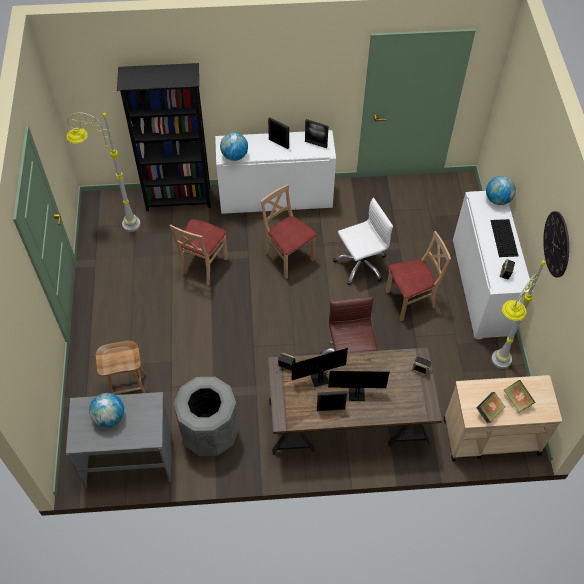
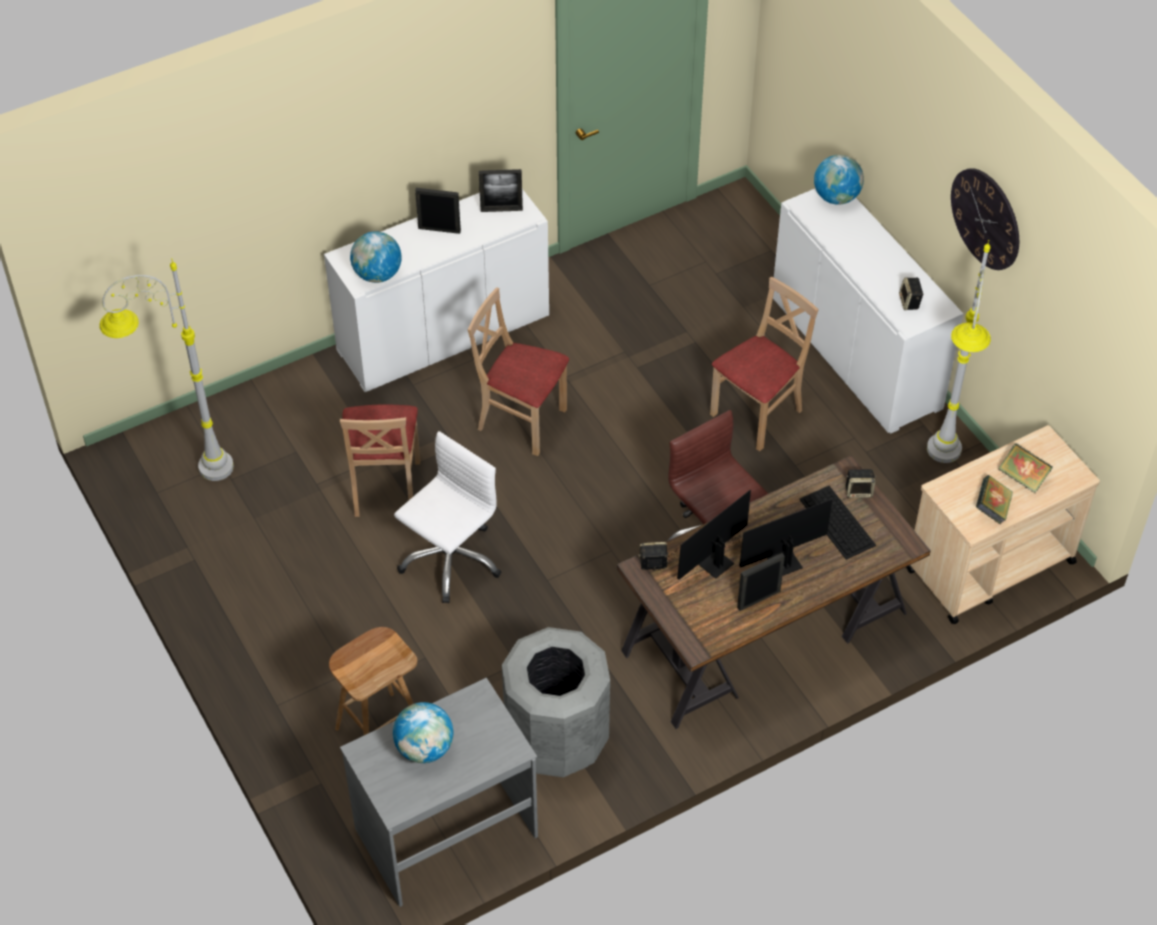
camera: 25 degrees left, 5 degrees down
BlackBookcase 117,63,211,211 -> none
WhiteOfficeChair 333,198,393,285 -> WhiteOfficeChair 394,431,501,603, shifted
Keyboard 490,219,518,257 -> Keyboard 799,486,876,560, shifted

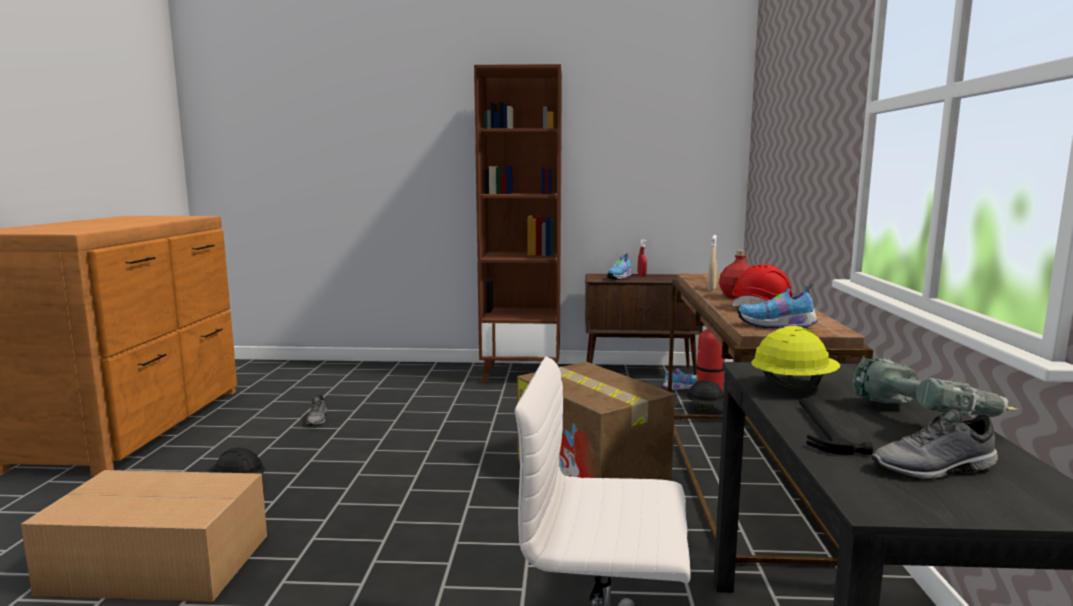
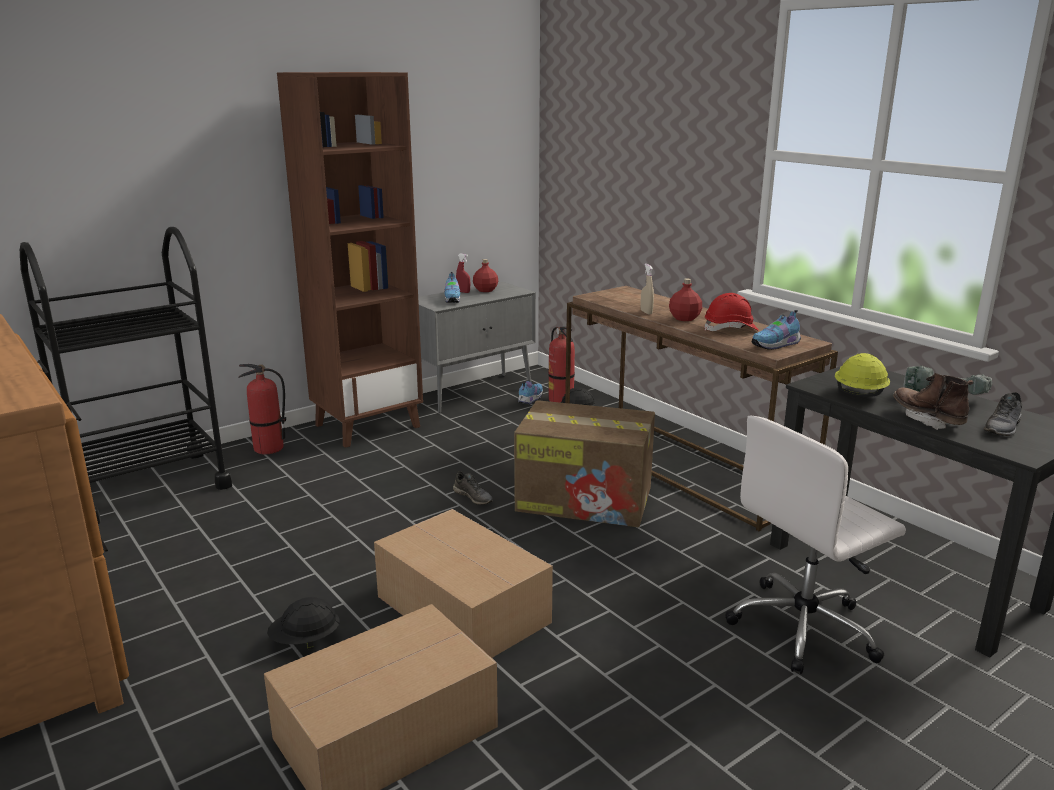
camera: 40 degrees left, 10 degrees up
none -> BlackCart 20,227,232,524
none -> FireExtinguisher 238,364,286,454
none -> CardboardBox 374,509,553,658
none -> RedBottle 473,259,498,292
GreyShoe 306,395,327,425 -> GreyShoe 453,471,493,505, shifted
Hammer 799,398,873,455 -> BrownBoot 893,373,973,430
BrownCabinet 585,274,703,375 -> GreyCabinet 418,282,536,413

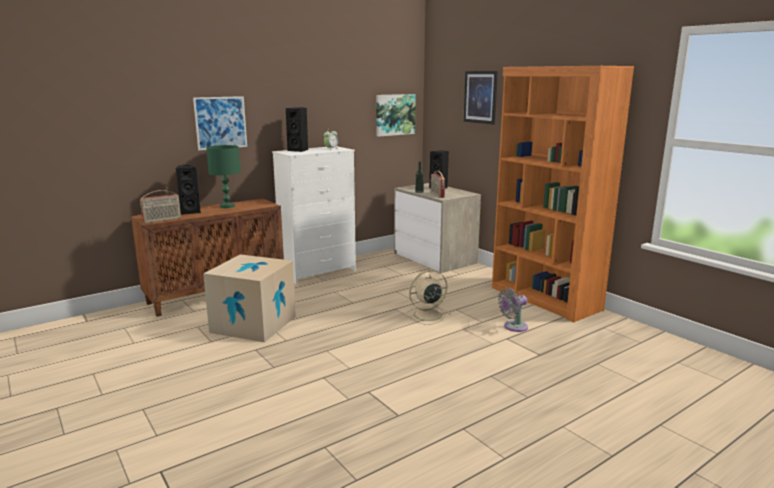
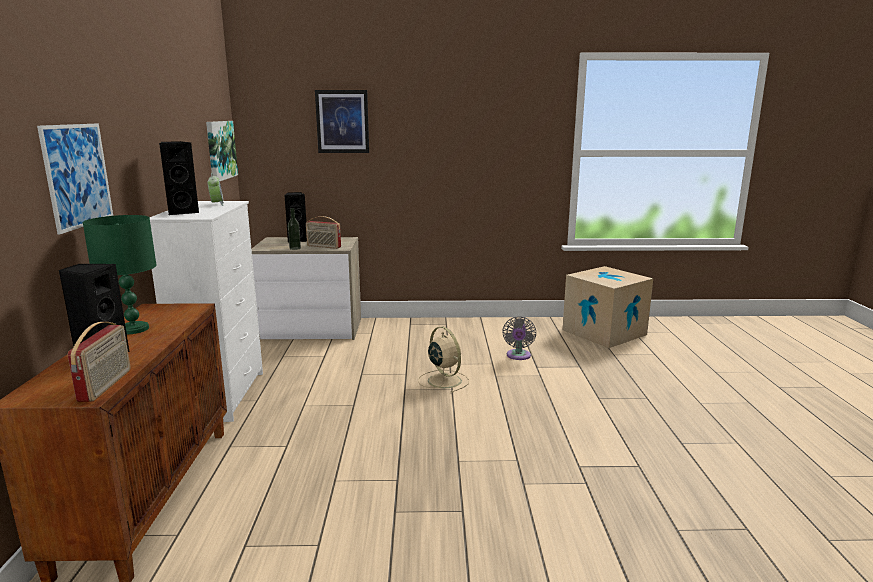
camera: 55 degrees left, 0 degrees up
OrangeBookcase 492,66,634,322 -> none
CardboardBox 203,254,296,342 -> CardboardBox 563,266,653,348, shifted
BeigeFan 407,270,451,325 -> BeigeFan 418,326,469,393, 135 degrees clockwise

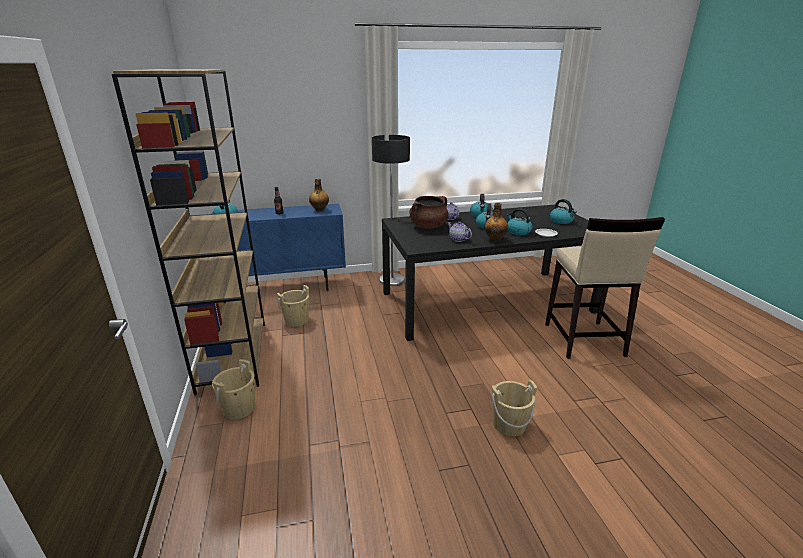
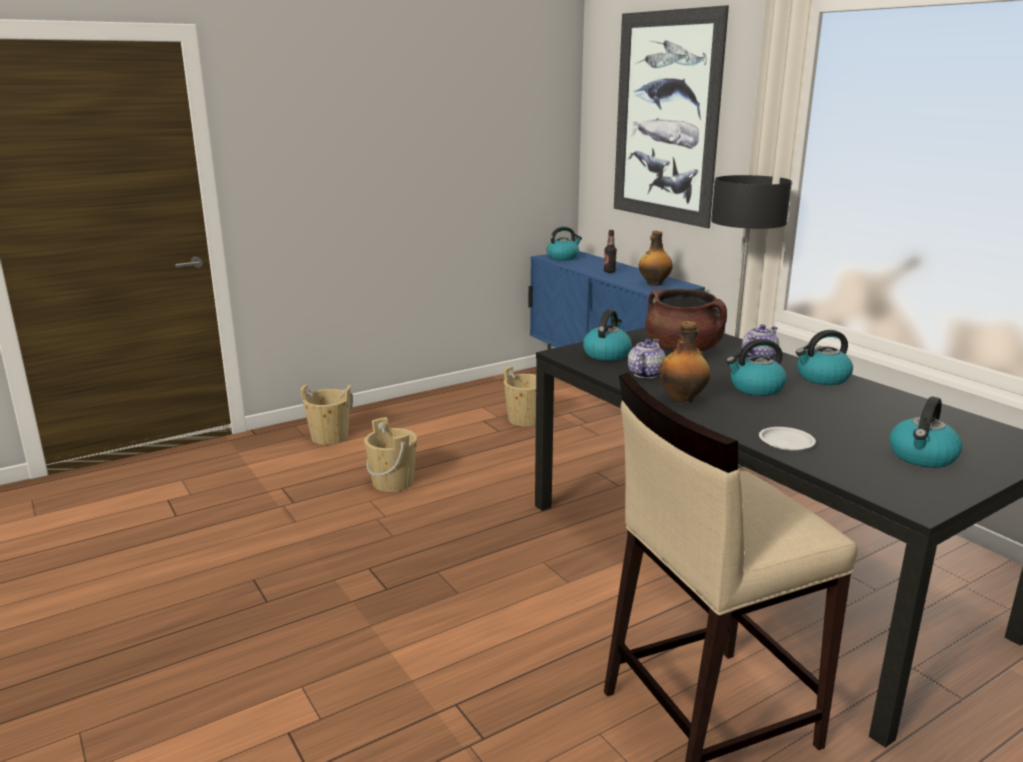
camera: 70 degrees right, 5 degrees down
BrownBookcase 112,69,265,395 -> none
none -> Picture 614,5,729,228
BeigeBucket 492,380,537,436 -> BeigeBucket 364,417,417,492, shifted
Kettle 506,209,532,235 -> Kettle 583,309,632,361, shifted

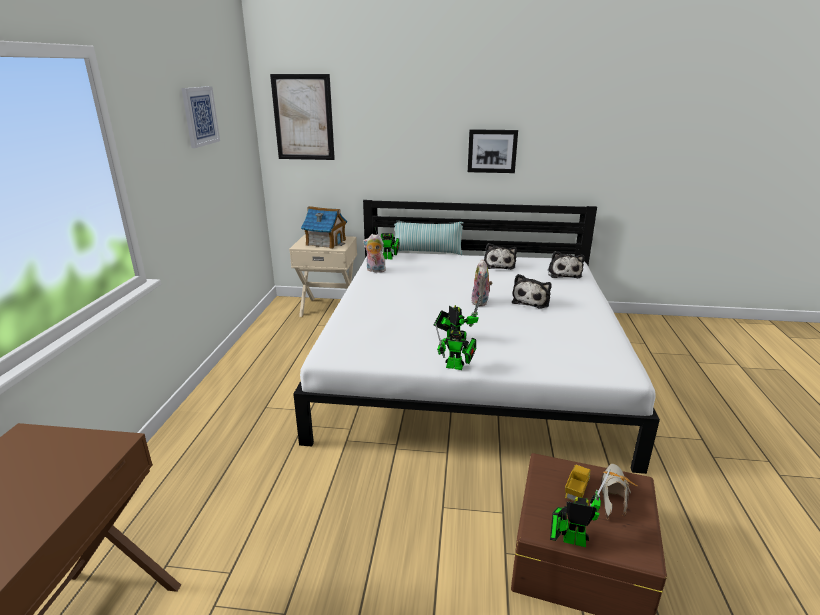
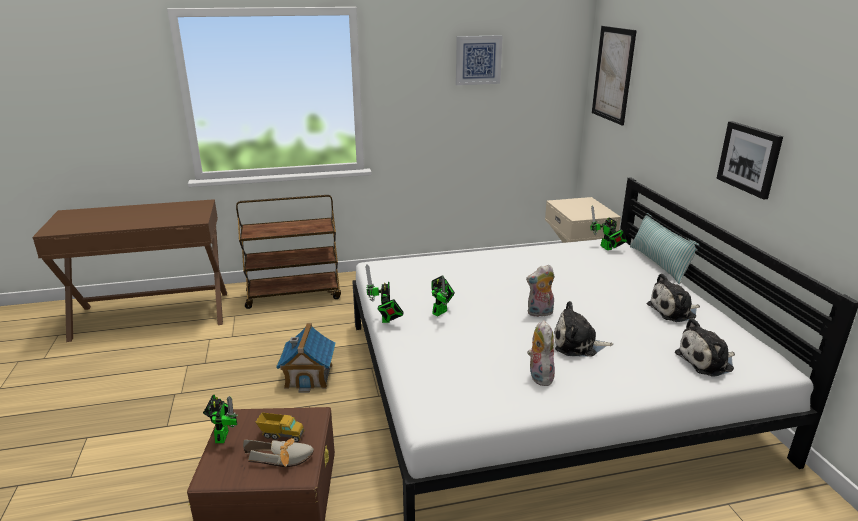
camera: 70 degrees right, 0 degrees up
none -> BrownCart 236,195,341,309
ToyHouse 301,206,347,249 -> ToyHouse 276,323,335,392, shifted
PlushToy 363,234,388,273 -> PlushToy 527,320,555,386, shifted

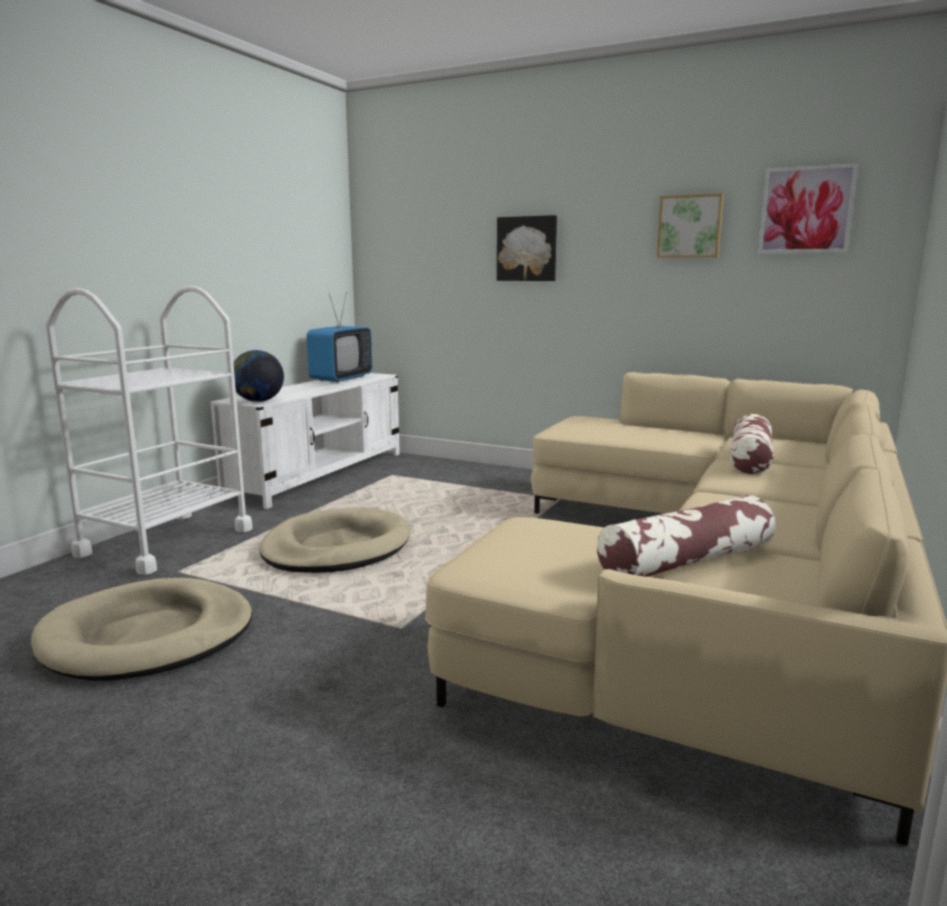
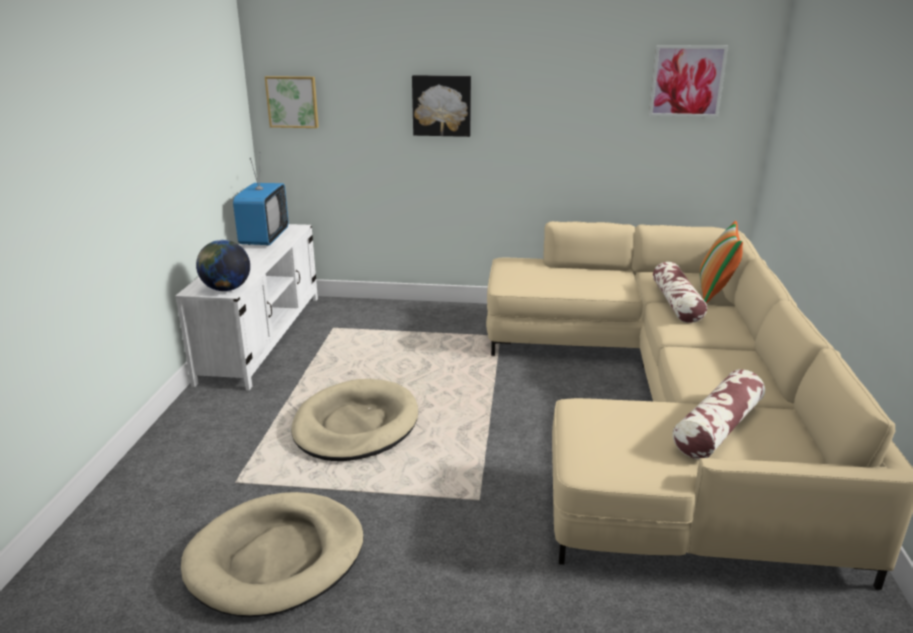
camera: 20 degrees left, 10 degrees up
WhiteCart 46,286,253,575 -> none
none -> Pillow 700,221,743,303
Picture 657,193,723,258 -> Picture 265,76,319,128, shifted

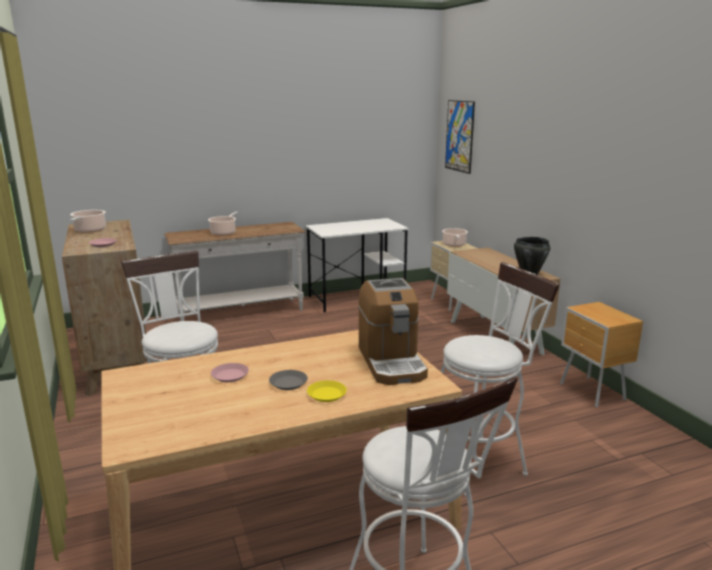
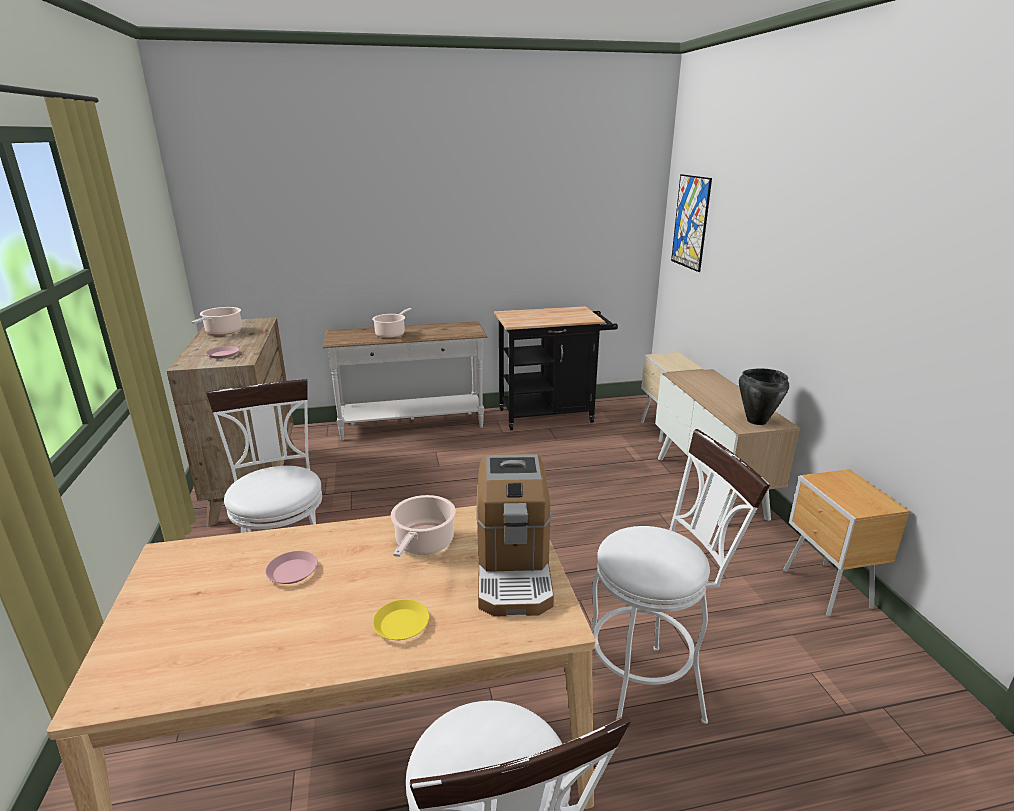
camera: 10 degrees right, 5 degrees up
GreyPlate 269,370,308,390 -> none
CookingPot 442,228,468,247 -> CookingPot 391,495,456,557, shifted
WhiteDesk 305,218,409,312 -> BlackCart 494,306,618,430

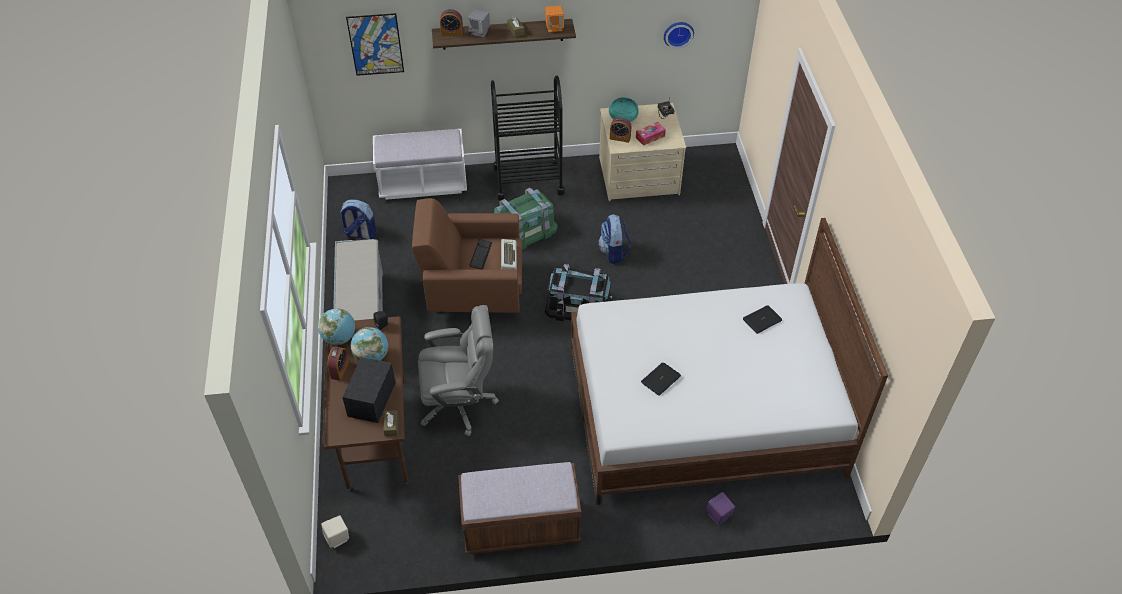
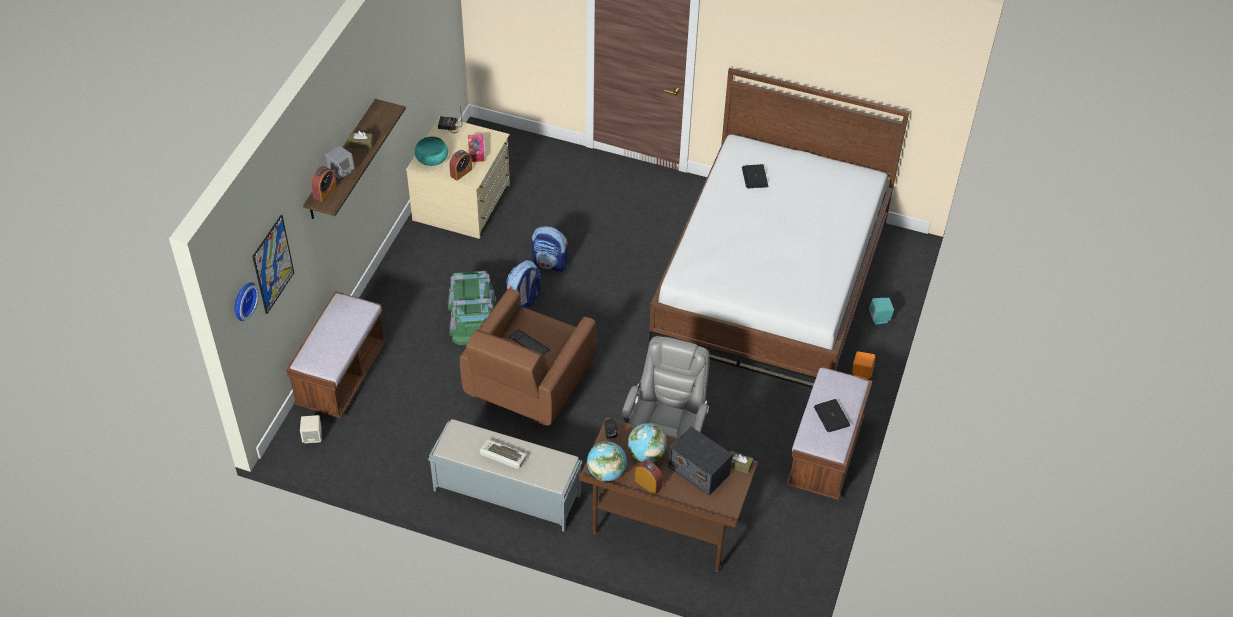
camera: 65 degrees left, 0 degrees up
BlackCart 491,76,565,200 -> none
BlackStorageBox 545,264,612,321 -> none
BeigeSpeaker 321,515,349,548 -> BeigeSpeaker 300,415,322,443, shifted
Backpack 340,199,377,240 -> Backpack 506,260,541,309, shifted
Keyboard 501,239,517,270 -> Keyboard 480,439,527,469, shifted
OrangeSpeaker 545,6,564,32 -> OrangeSpeaker 852,351,875,379, shifted
Laptop 641,363,681,396 -> Laptop 814,399,850,432, shifted
WallClock 664,22,694,49 -> WallClock 235,282,259,321, shifted
WhiteBench 373,129,467,200 -> BrownBench 286,291,387,418
PurpleSpeaker 706,492,735,524 -> TurquoiseSpeaker 869,298,894,325

